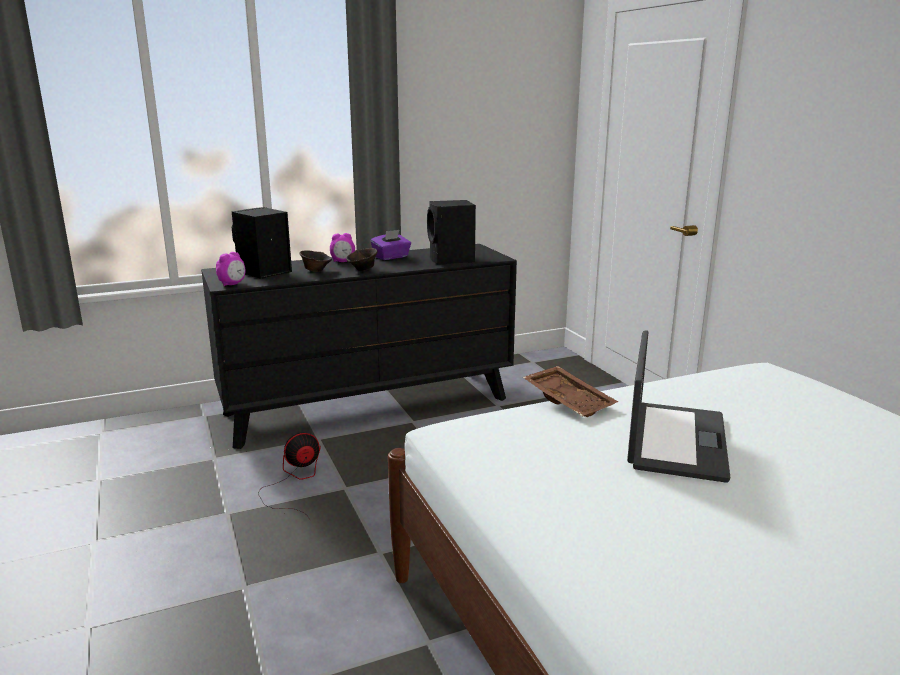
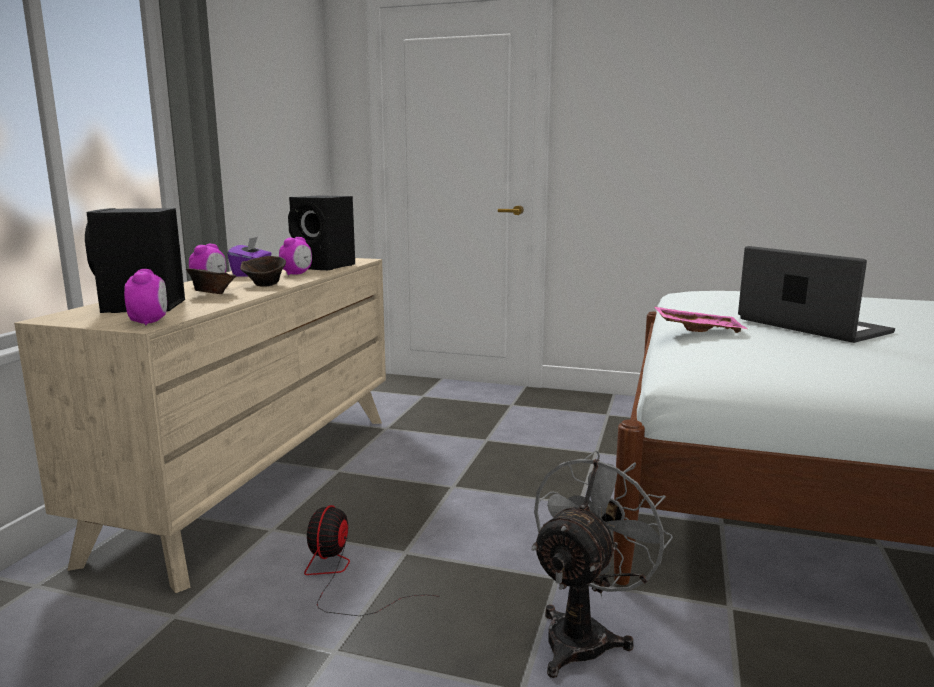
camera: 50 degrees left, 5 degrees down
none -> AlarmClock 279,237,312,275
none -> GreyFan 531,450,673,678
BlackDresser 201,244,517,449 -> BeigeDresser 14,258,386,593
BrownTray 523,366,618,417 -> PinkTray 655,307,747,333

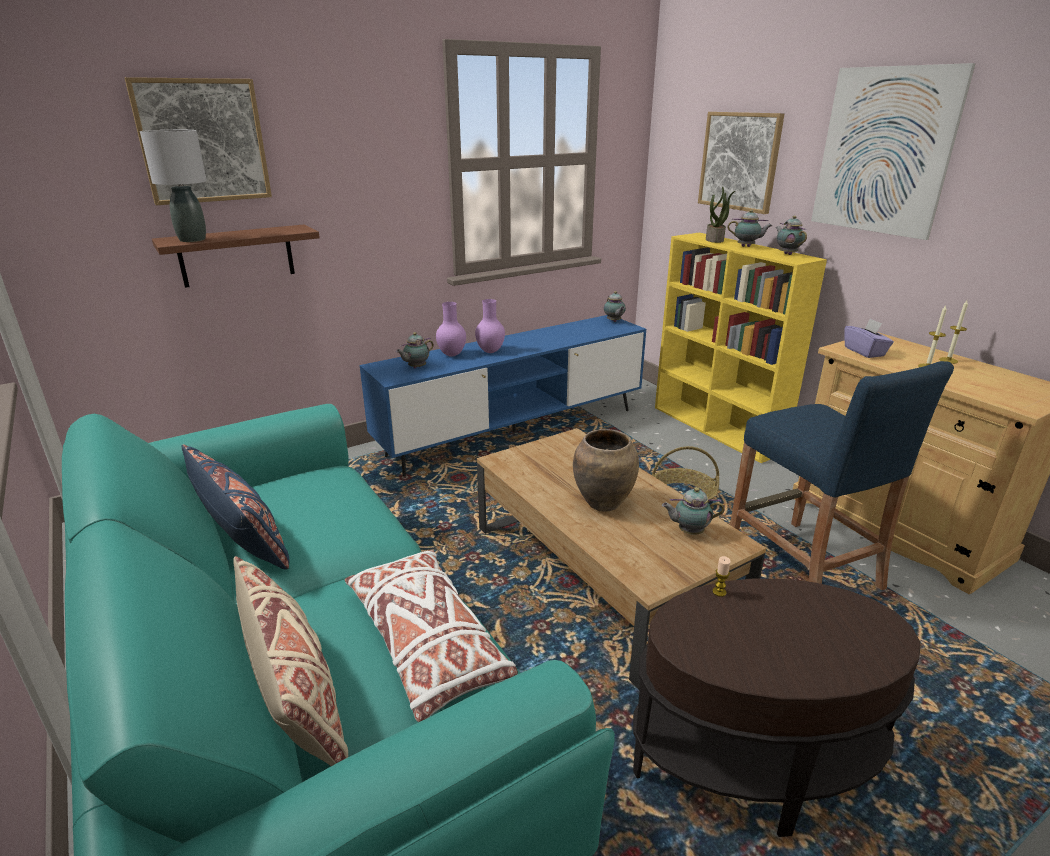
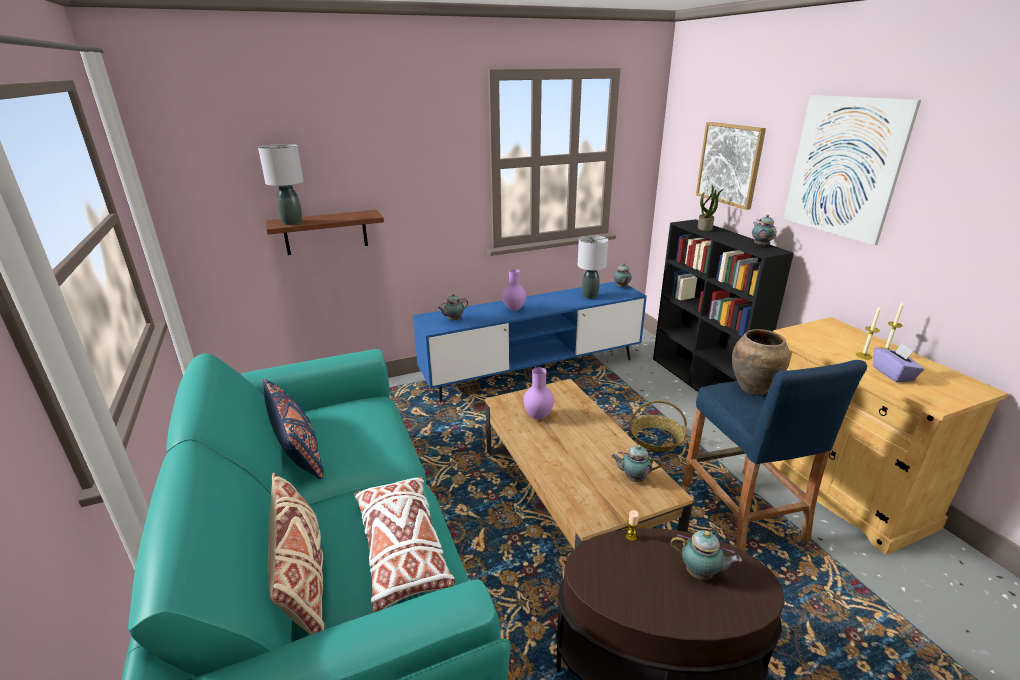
camera: 10 degrees right, 0 degrees up
Picture 125,77,272,205 -> none
none -> GreyTableLamp 578,235,608,299
PurpleVase 436,302,466,357 -> PurpleVase 524,367,554,419, shifted
BrownVase 573,429,639,512 -> BrownVase 732,329,790,395, shifted
Teapot 728,210,772,247 -> Teapot 670,530,742,580, shifted
PurpleTissueBox 844,318,894,358 -> PurpleTissueBox 873,343,924,382, shifted
YellowBookcase 655,233,827,463 -> BlackBookcase 653,219,794,392

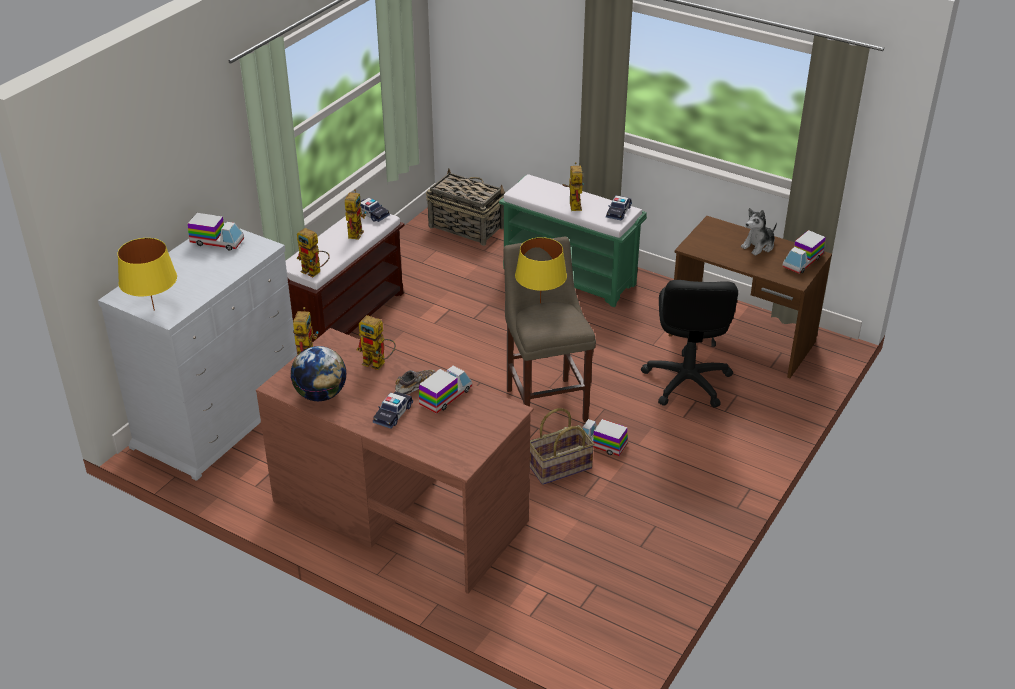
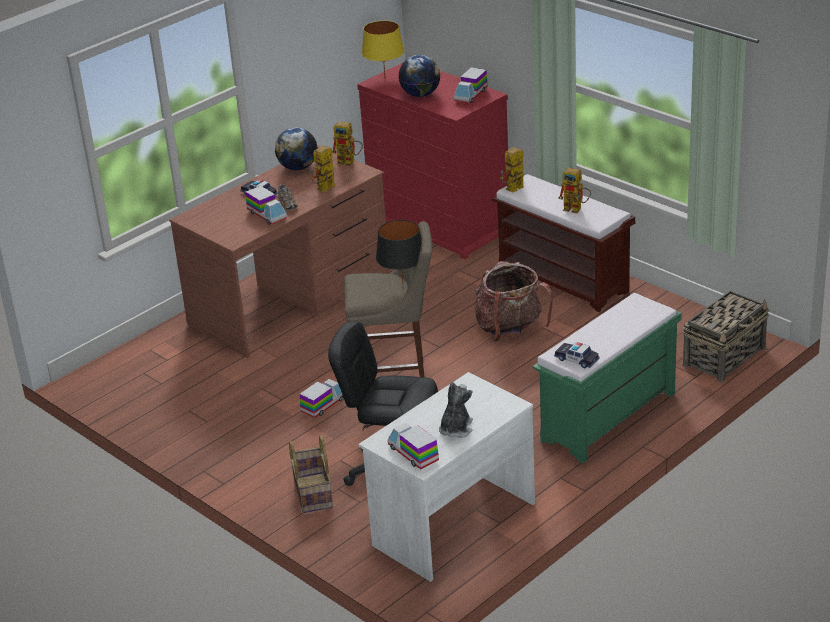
camera: 105 degrees right, 5 degrees down
ToyCar 360,198,390,222 -> none
ToyRobot 562,162,584,211 -> none
none -> Globe 398,55,440,97
none -> Backpack 475,261,553,341
Basket 530,408,594,485 -> Basket 289,435,333,513, shifted
WhiteDresser 98,223,297,481 -> RedDresser 357,63,508,259
YellowTableLamp 515,237,567,304 -> BlackTableLamp 376,220,422,285
BrownDesk 669,216,832,378 -> WhiteDesk 359,372,535,582
PlushToy 741,208,777,256 -> PlushToy 439,382,473,438, 45 degrees clockwise

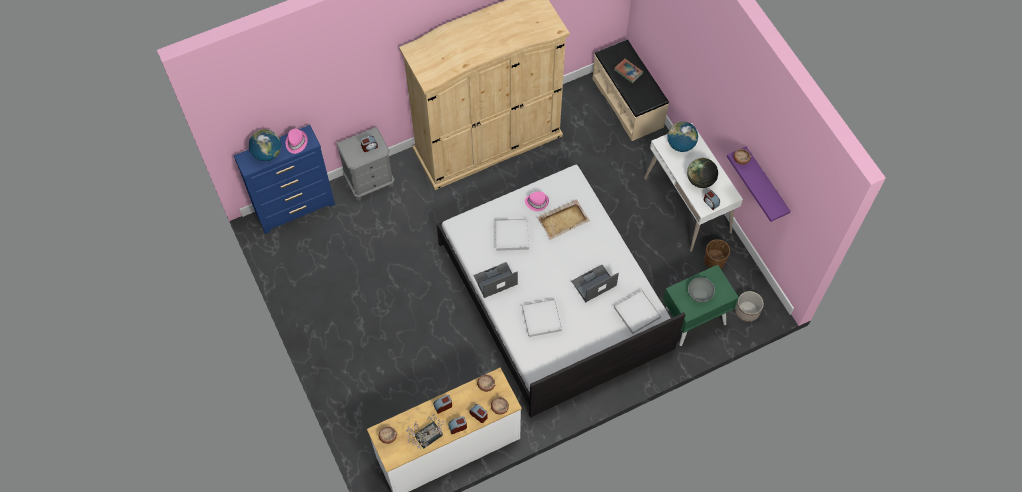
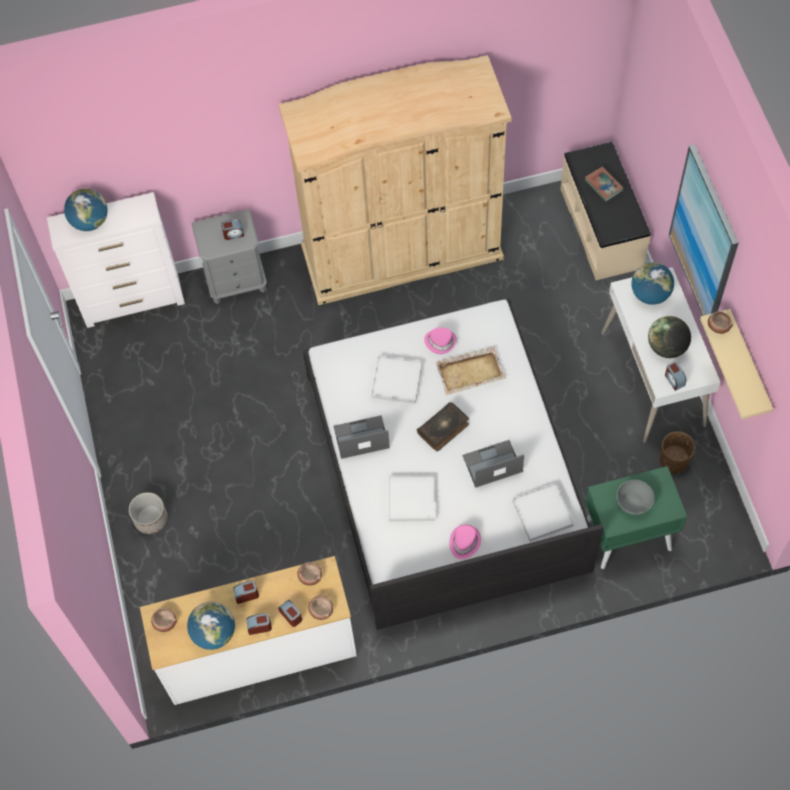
camera: 15 degrees right, 0 degrees up
none -> Book 417,402,469,451
none -> Picture 669,144,739,316
PinkHat 286,129,308,154 -> PinkHat 449,524,481,559, shifted
Planter 735,291,764,322 -> Planter 129,492,168,534, shifted
PottedPlant 406,414,444,449 -> Globe 187,602,235,650
BlueDresser 234,125,335,234 -> WhiteDresser 47,192,185,328
PurpleShelf 727,146,791,222 -> BeigeShelf 700,309,773,419

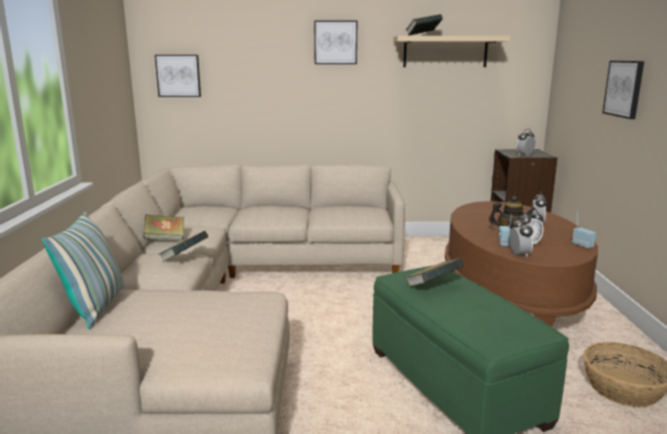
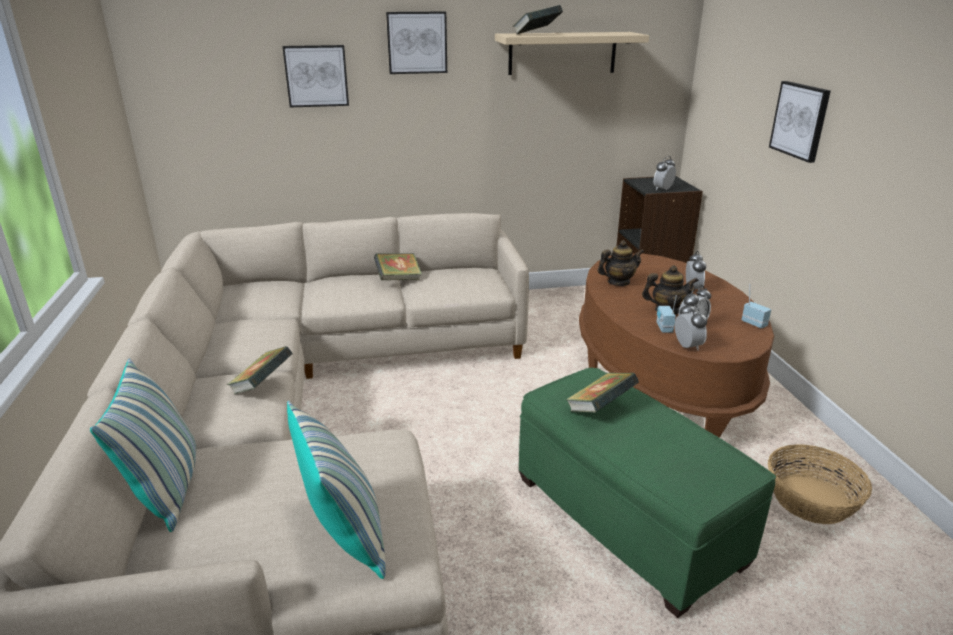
camera: 10 degrees left, 10 degrees up
none -> Pillow 287,401,386,579
none -> Teapot 597,240,644,286
Book 143,215,184,241 -> Book 374,253,422,280, shifted
Picture 155,55,201,97 -> Picture 282,45,349,108, shifted

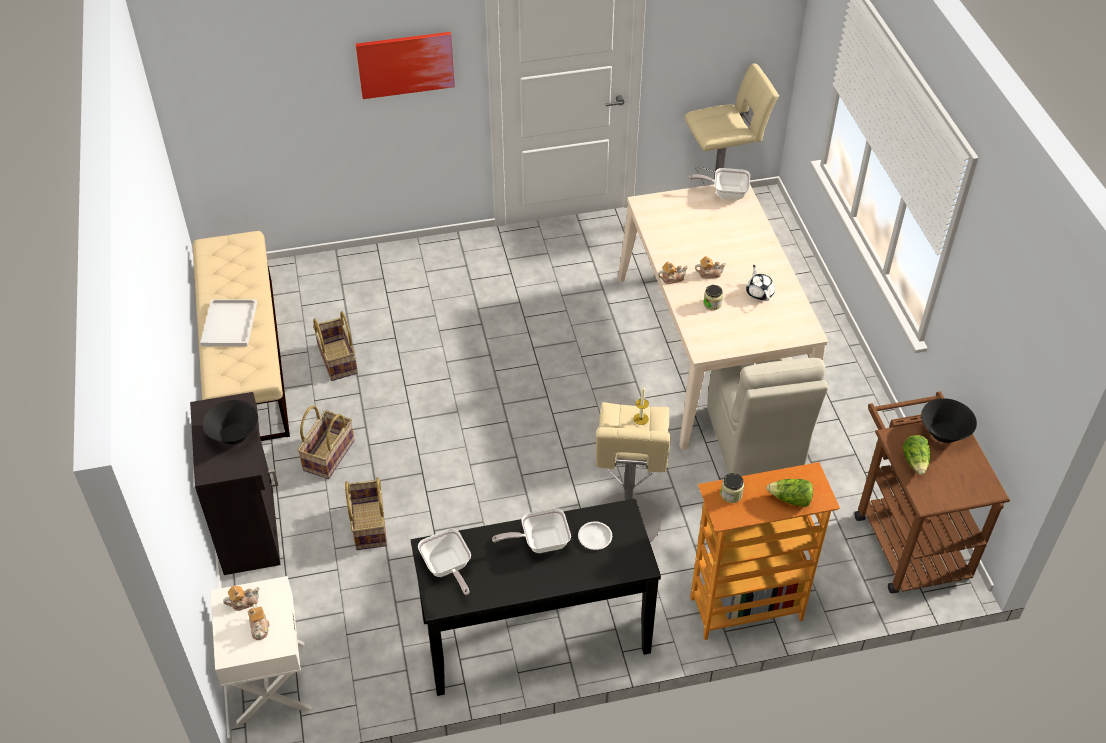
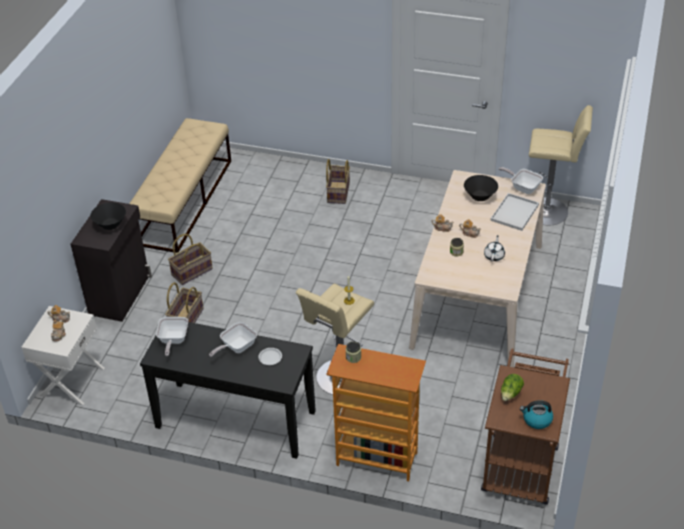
camera: 30 degrees right, 5 degrees down
Picture 356,32,455,99 -> none
BeigeChair 707,357,828,476 -> none
Lettuce 767,479,813,507 -> none
none -> Kettle 520,400,553,429
WhiteTray 200,299,257,346 -> WhiteTray 490,193,539,231, shifted
Basket 313,311,358,381 -> Basket 326,159,350,204, shifted
BlackBowl 921,398,977,443 -> BlackBowl 464,175,498,201, shifted
FryingPan 492,508,571,553 -> FryingPan 209,322,257,357, 60 degrees counterclockwise

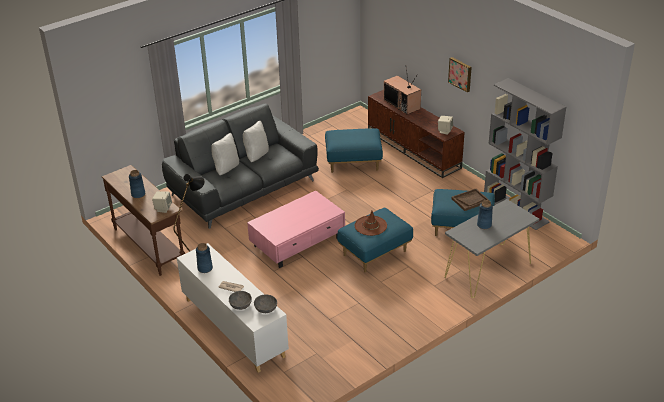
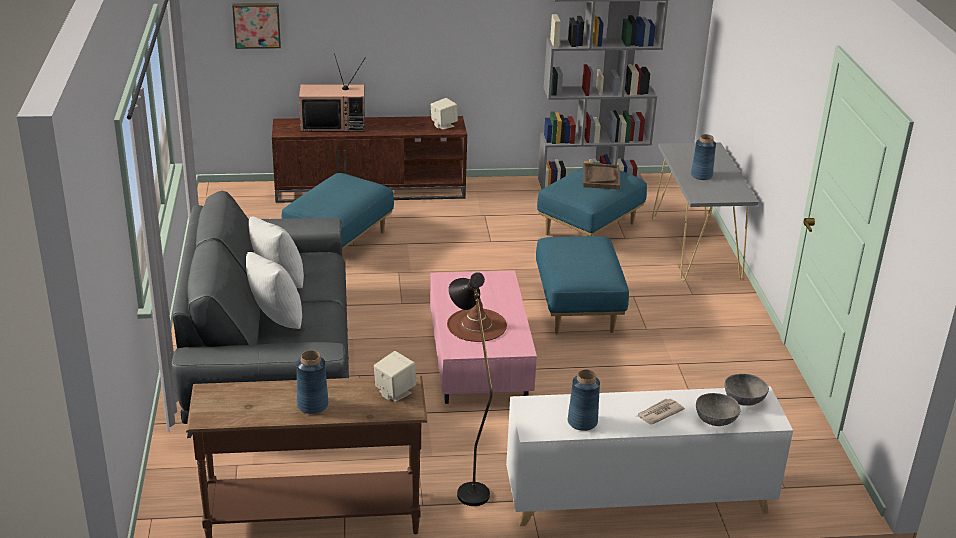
camera: 60 degrees left, 5 degrees down
BrownHat 355,211,387,236 -> BrownHat 447,298,507,342, shifted
Picture 448,57,472,92 -> Picture 232,3,281,49, shifted

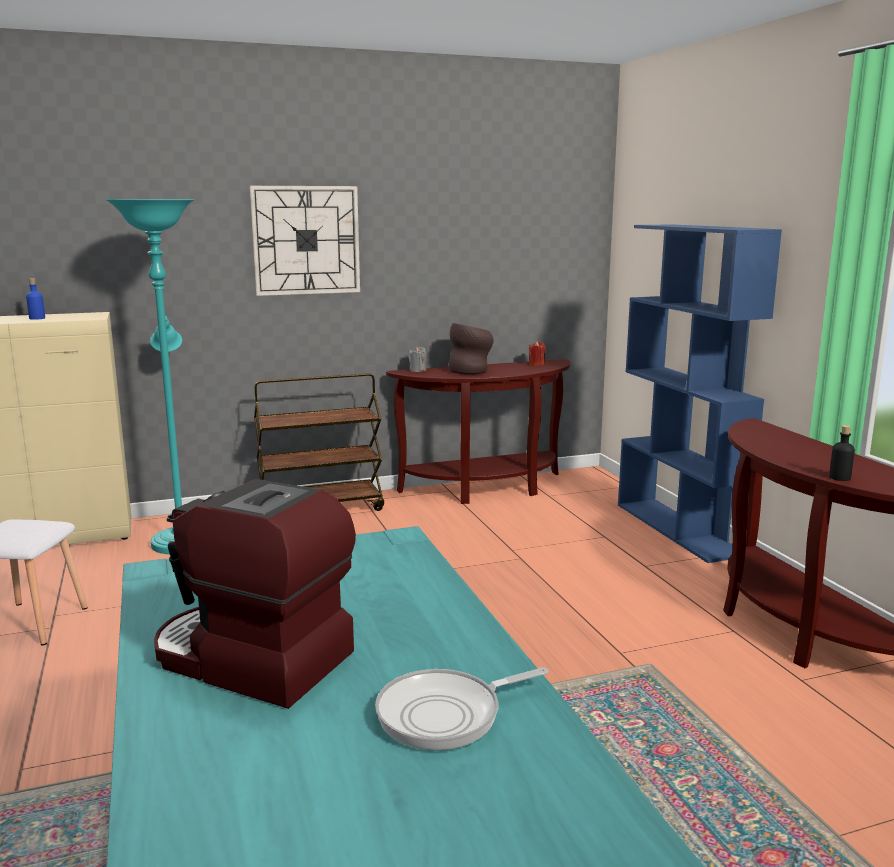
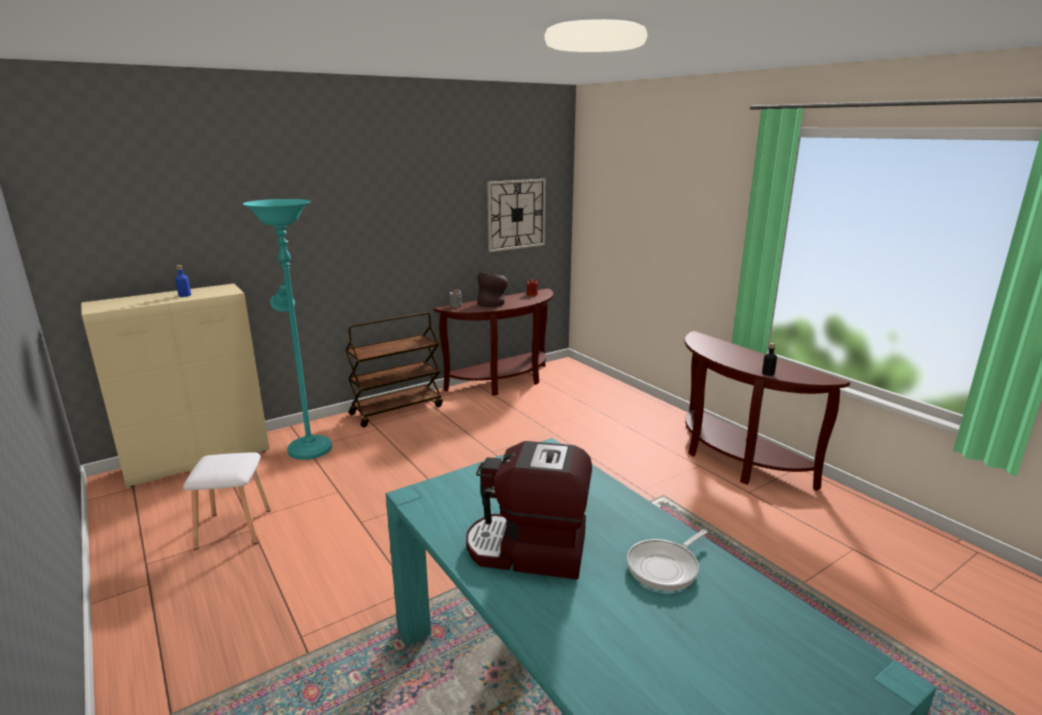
camera: 15 degrees left, 5 degrees up
BlueBookcase 618,224,782,563 -> none
WallClock 250,186,360,296 -> WallClock 487,179,546,252, shifted

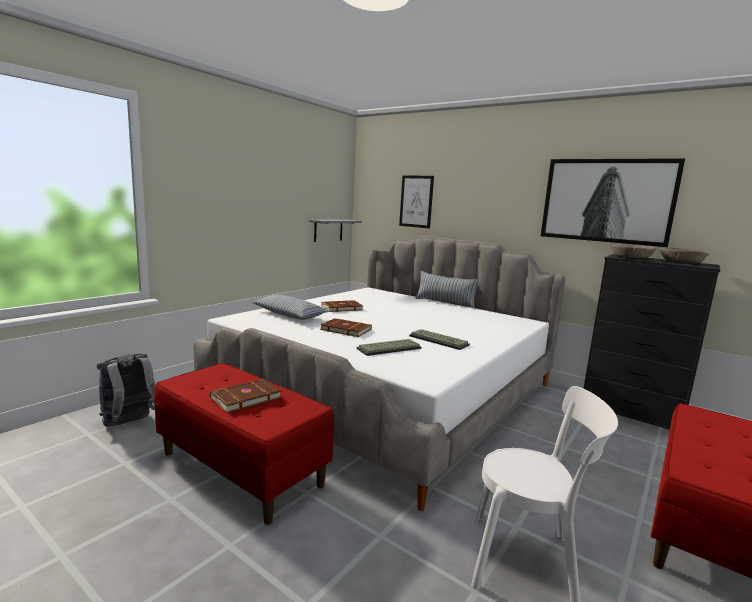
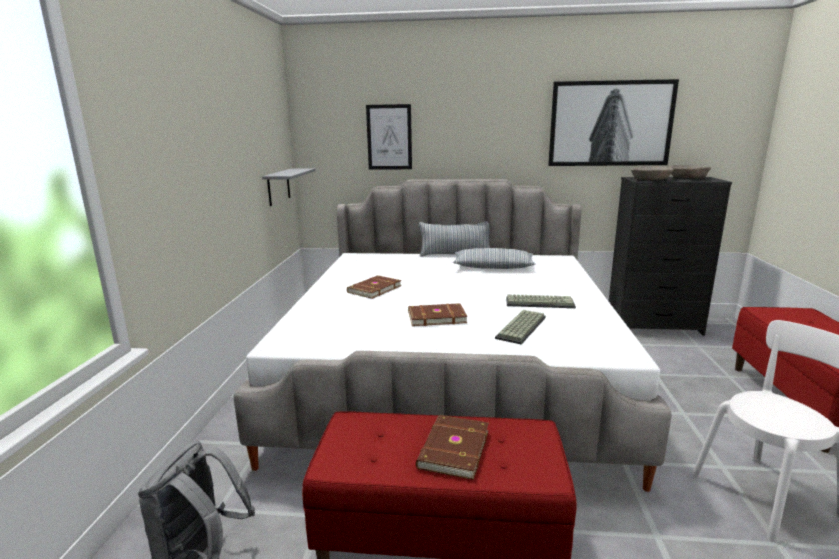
camera: 30 degrees left, 5 degrees up
Pillow 252,295,330,320 -> Pillow 453,248,535,269, shifted

